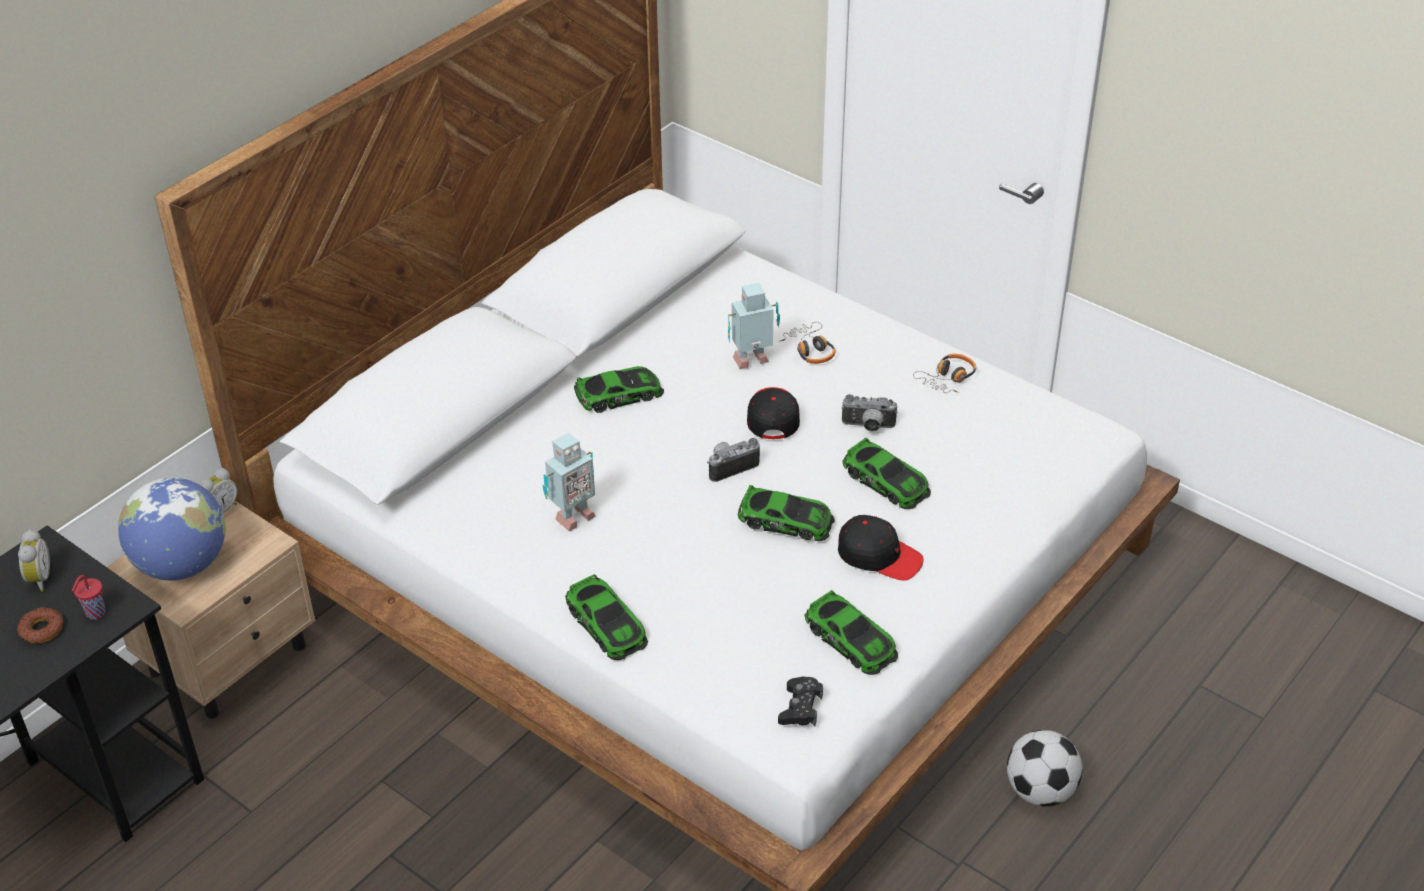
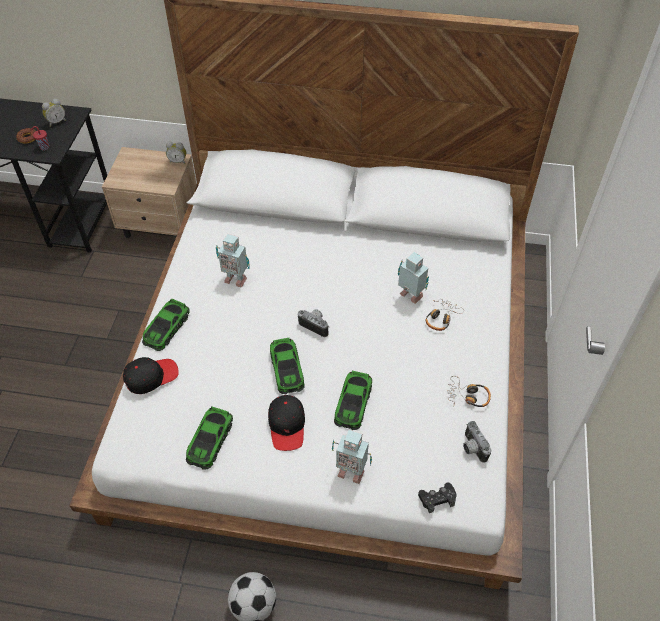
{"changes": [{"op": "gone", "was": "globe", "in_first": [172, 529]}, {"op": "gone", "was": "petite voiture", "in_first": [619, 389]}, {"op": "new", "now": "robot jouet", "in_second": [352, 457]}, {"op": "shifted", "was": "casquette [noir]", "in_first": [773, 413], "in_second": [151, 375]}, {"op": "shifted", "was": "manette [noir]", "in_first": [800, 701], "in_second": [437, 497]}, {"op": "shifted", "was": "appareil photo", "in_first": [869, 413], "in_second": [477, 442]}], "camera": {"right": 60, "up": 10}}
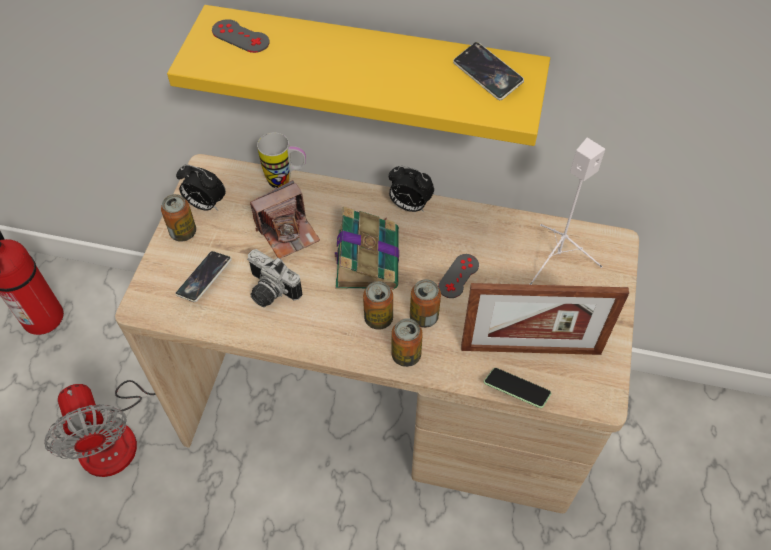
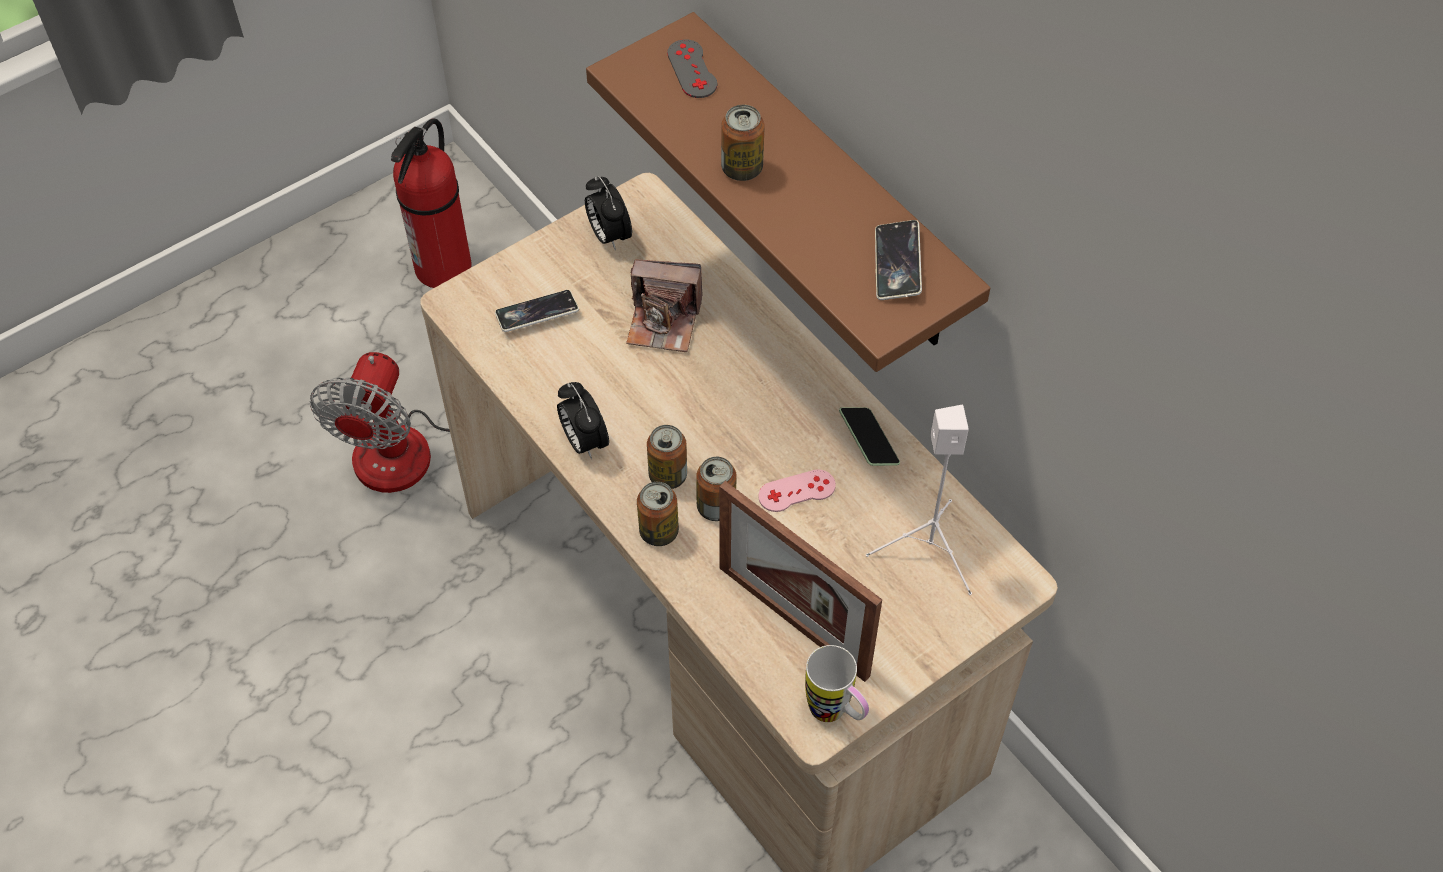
{"changes": [{"op": "gone", "was": "appareil photo", "in_first": [274, 278]}, {"op": "gone", "was": "livre", "in_first": [367, 248]}, {"op": "shifted", "was": "boîte métallique", "in_first": [178, 218], "in_second": [743, 143]}, {"op": "shifted", "was": "mug", "in_first": [281, 161], "in_second": [837, 683]}, {"op": "shifted", "was": "réveil", "in_first": [411, 189], "in_second": [583, 420]}, {"op": "shifted", "was": "téléphone", "in_first": [518, 388], "in_second": [869, 436]}, {"op": "repainted", "was": "étagère [jaune]", "now": "étagère [marron]", "in_first": [358, 75], "in_second": [788, 192]}, {"op": "repainted", "was": "manette [gris]", "now": "manette [rose]", "in_first": [458, 276], "in_second": [797, 490]}], "camera": {"right": 40, "up": 0}}
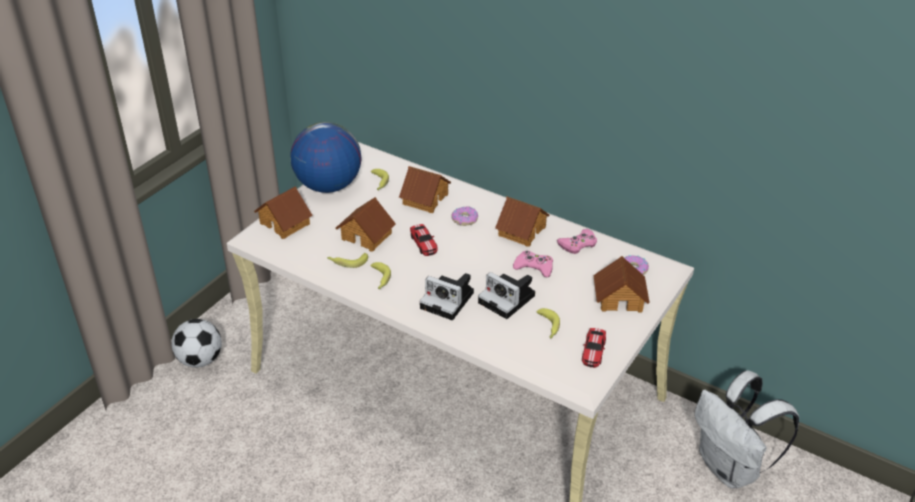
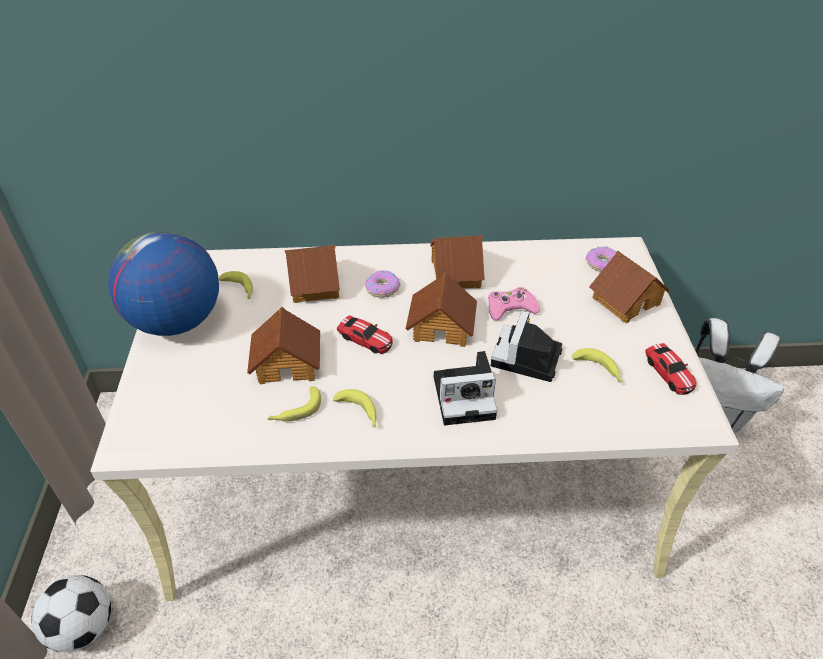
{"changes": [{"op": "gone", "was": "manette [rose]", "in_first": [577, 241]}, {"op": "shifted", "was": "maison miniature", "in_first": [283, 212], "in_second": [441, 310]}, {"op": "rotated", "was": "appareil photo", "in_first": [506, 295], "in_second": [526, 346], "clockwise": 105}], "camera": {"right": -35, "up": 5}}
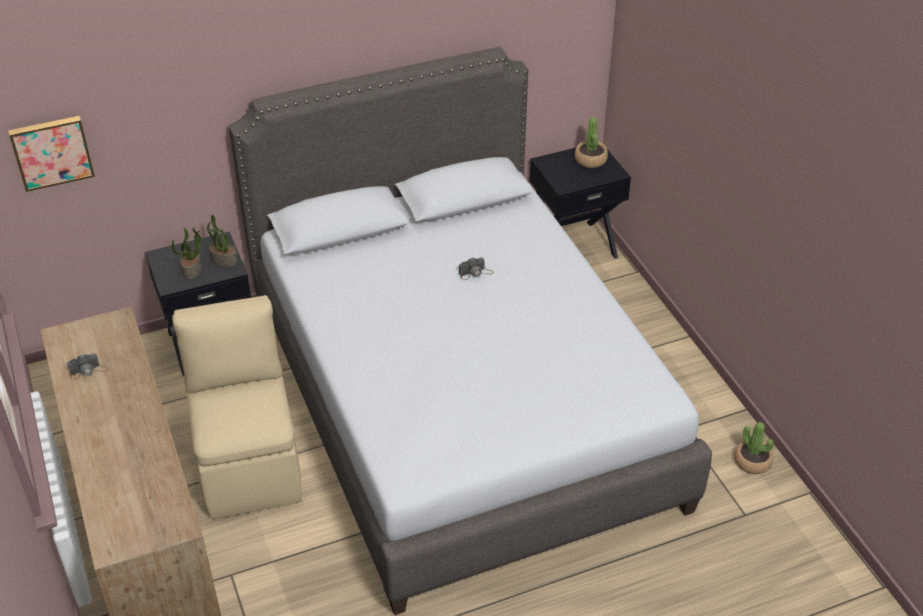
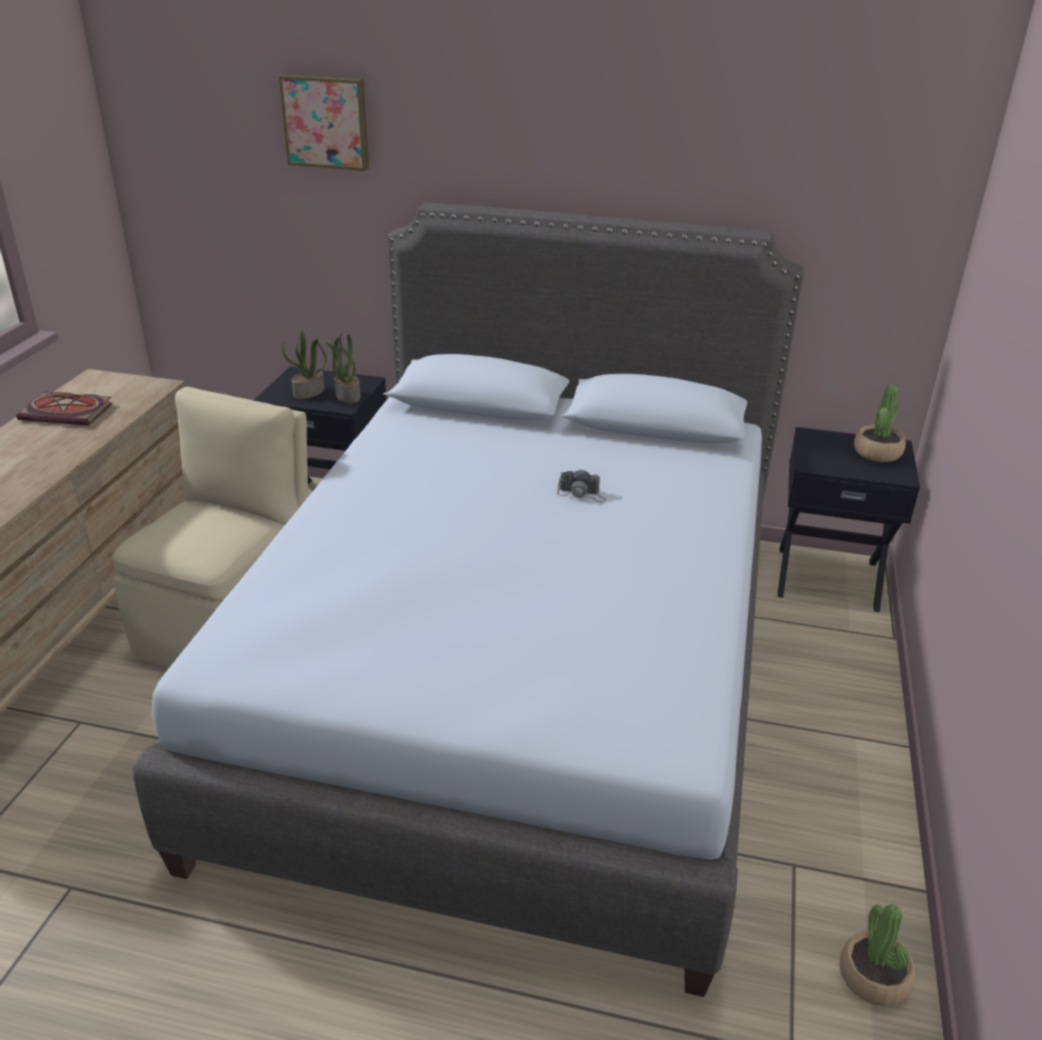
{"changes": [{"op": "shifted", "was": "tableau", "in_first": [51, 154], "in_second": [324, 122]}, {"op": "swapped", "was": "appareil photo", "now": "livre", "in_first": [88, 366], "in_second": [65, 409]}], "camera": {"right": 35, "up": -10}}
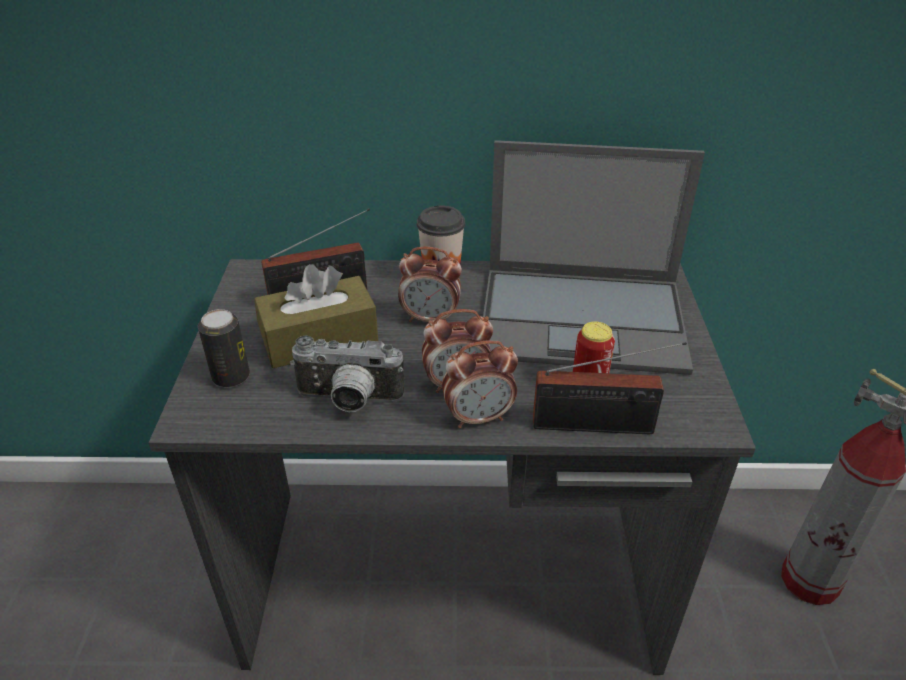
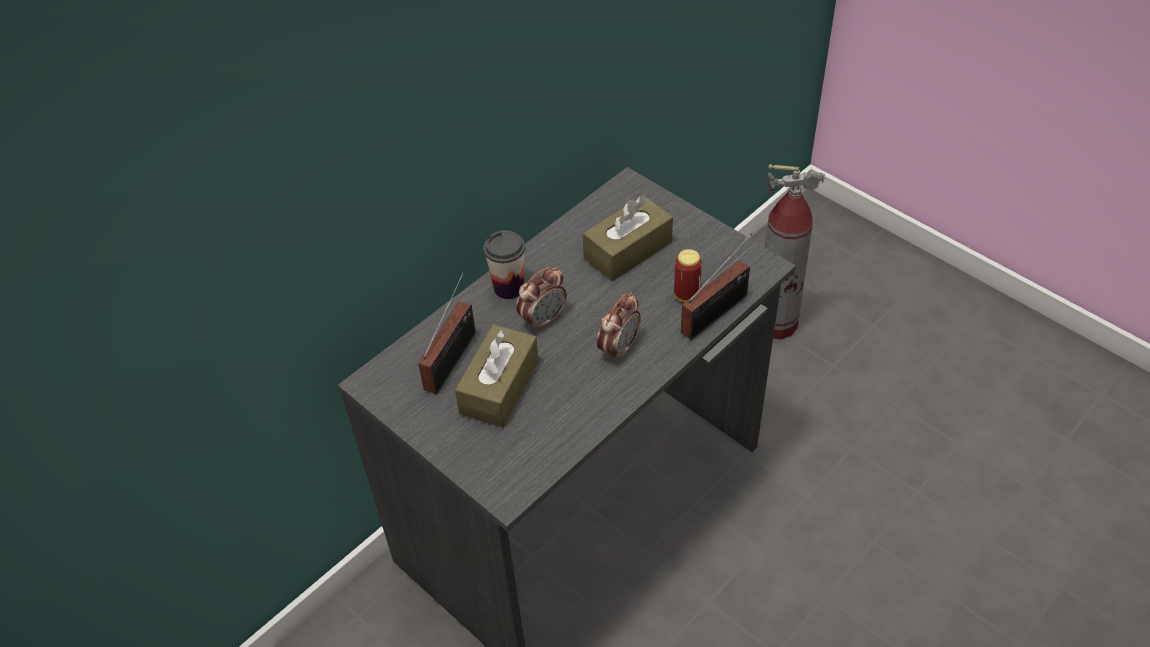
{"changes": [{"op": "gone", "was": "boîte métallique", "in_first": [224, 348]}, {"op": "gone", "was": "appareil photo", "in_first": [347, 374]}, {"op": "gone", "was": "réveil", "in_first": [480, 384]}, {"op": "swapped", "was": "ordinateur portable", "now": "boîte à mouchoirs [marron]", "in_first": [594, 257], "in_second": [628, 238]}], "camera": {"right": -45, "up": 10}}
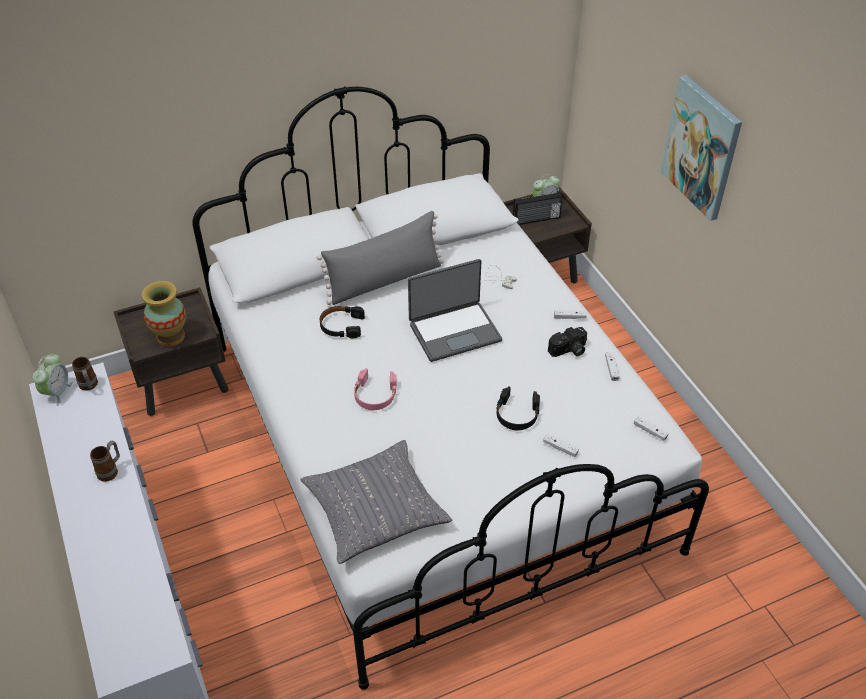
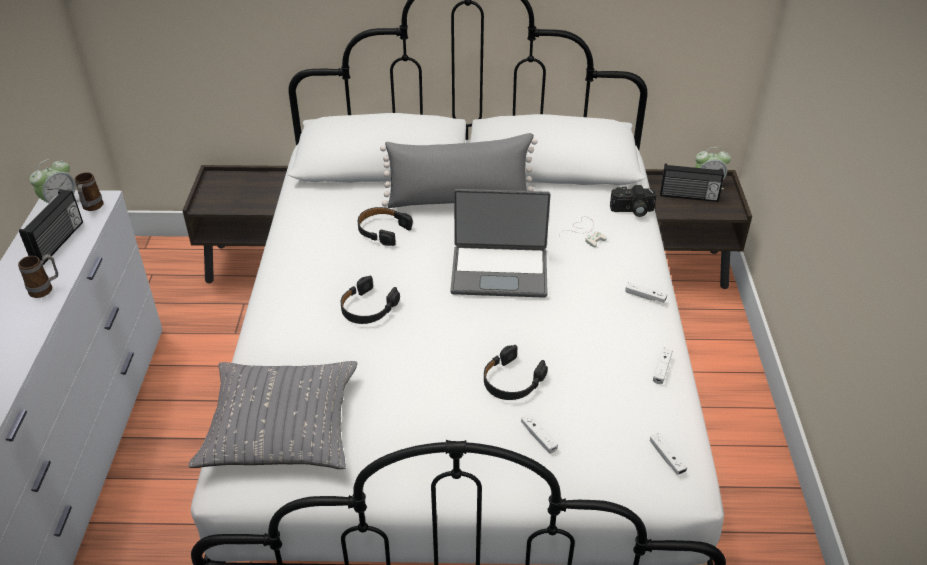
{"changes": [{"op": "gone", "was": "vase", "in_first": [164, 314]}, {"op": "gone", "was": "tableau", "in_first": [701, 148]}, {"op": "new", "now": "radio", "in_second": [51, 227]}, {"op": "shifted", "was": "appareil photo", "in_first": [567, 342], "in_second": [633, 201]}, {"op": "repainted", "was": "casque audio [rose]", "now": "casque audio [noir]", "in_first": [375, 389], "in_second": [370, 300]}], "camera": {"right": 25, "up": -5}}
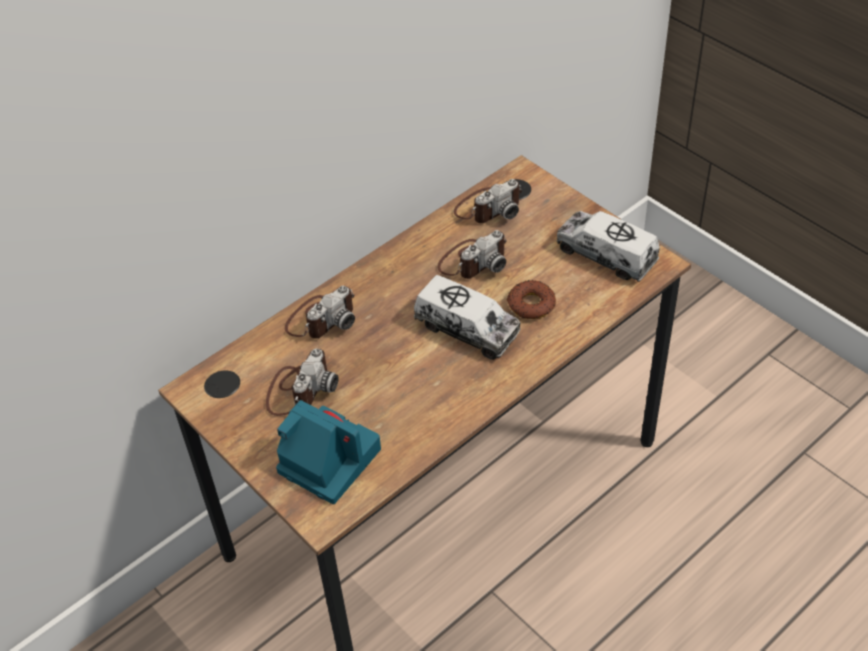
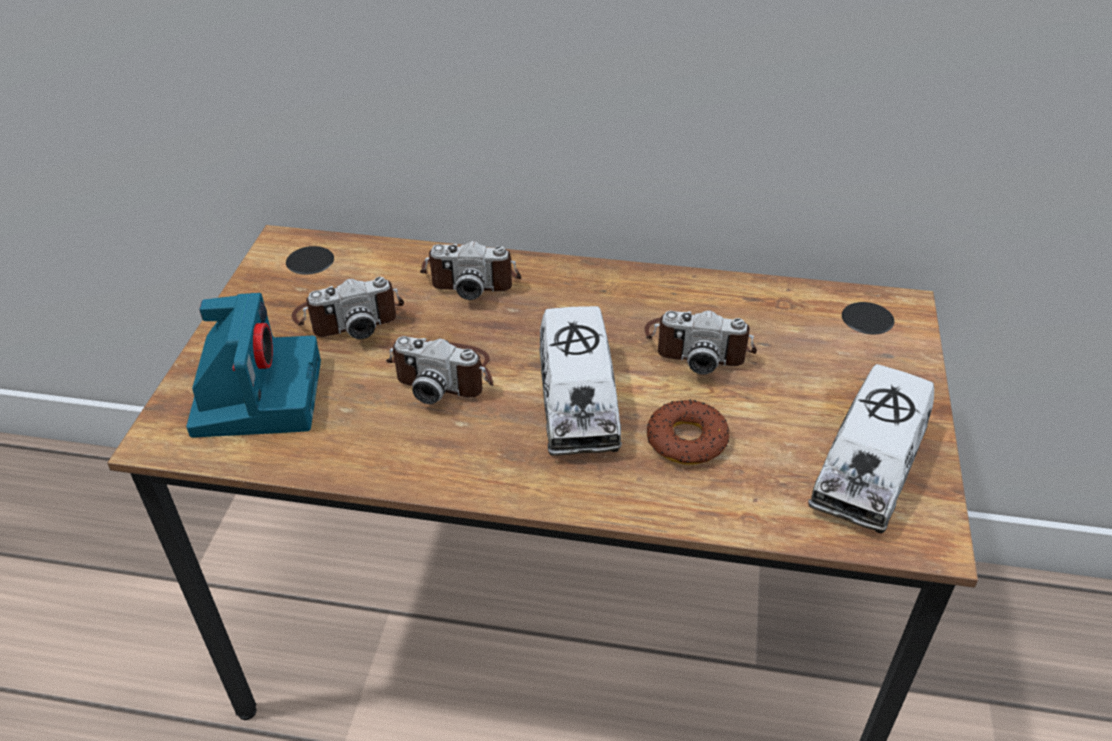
{"changes": [{"op": "shifted", "was": "appareil photo", "in_first": [488, 201], "in_second": [439, 370]}, {"op": "rotated", "was": "camion jouet", "in_first": [608, 246], "in_second": [871, 448], "clockwise": -150}], "camera": {"right": 50, "up": -5}}
